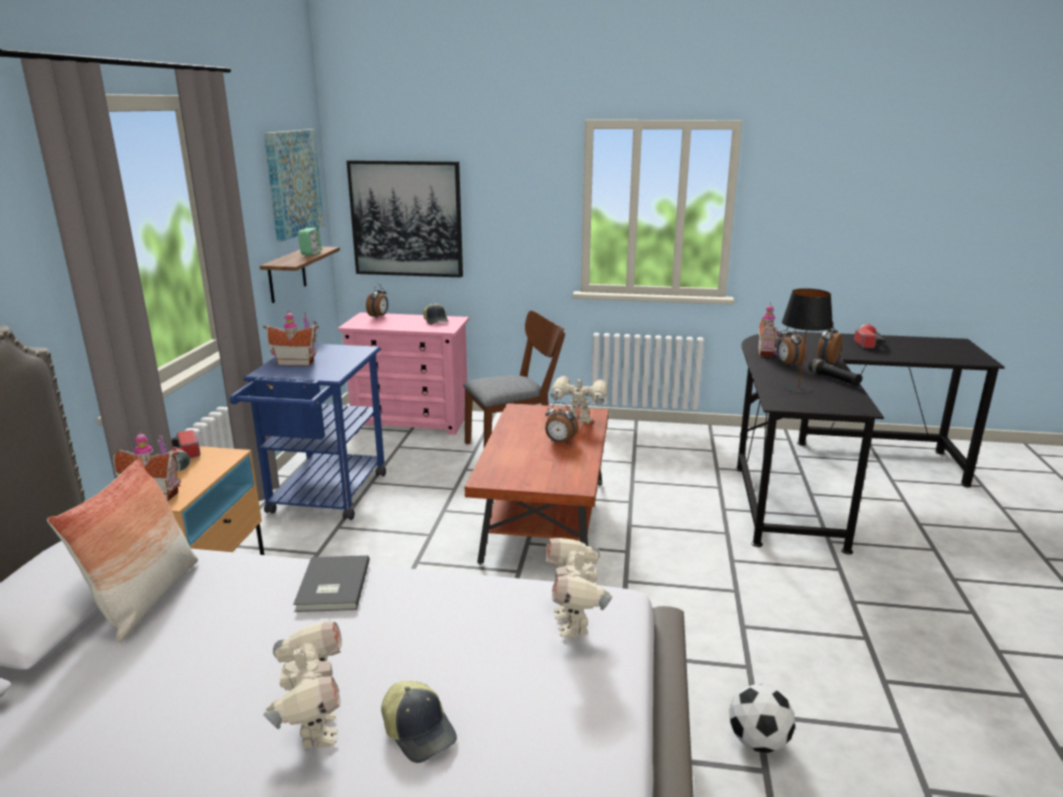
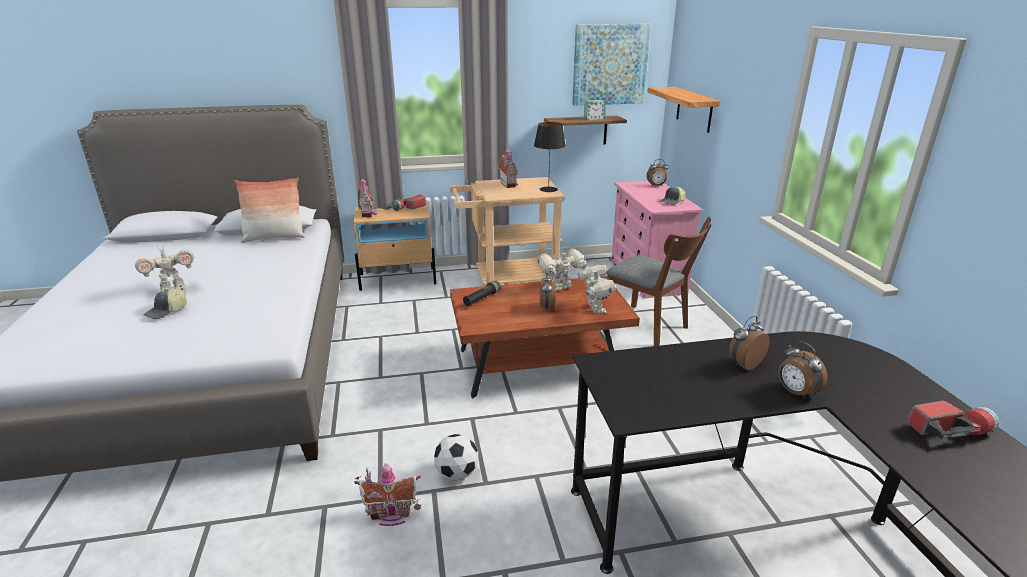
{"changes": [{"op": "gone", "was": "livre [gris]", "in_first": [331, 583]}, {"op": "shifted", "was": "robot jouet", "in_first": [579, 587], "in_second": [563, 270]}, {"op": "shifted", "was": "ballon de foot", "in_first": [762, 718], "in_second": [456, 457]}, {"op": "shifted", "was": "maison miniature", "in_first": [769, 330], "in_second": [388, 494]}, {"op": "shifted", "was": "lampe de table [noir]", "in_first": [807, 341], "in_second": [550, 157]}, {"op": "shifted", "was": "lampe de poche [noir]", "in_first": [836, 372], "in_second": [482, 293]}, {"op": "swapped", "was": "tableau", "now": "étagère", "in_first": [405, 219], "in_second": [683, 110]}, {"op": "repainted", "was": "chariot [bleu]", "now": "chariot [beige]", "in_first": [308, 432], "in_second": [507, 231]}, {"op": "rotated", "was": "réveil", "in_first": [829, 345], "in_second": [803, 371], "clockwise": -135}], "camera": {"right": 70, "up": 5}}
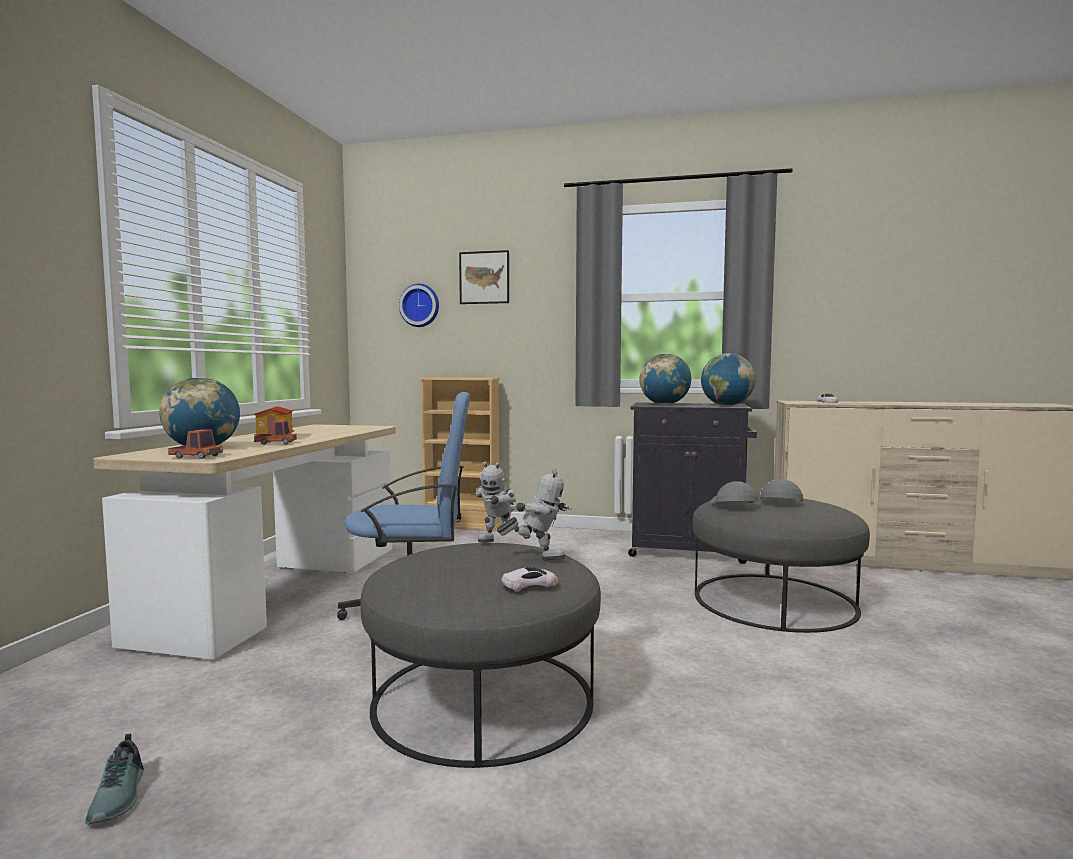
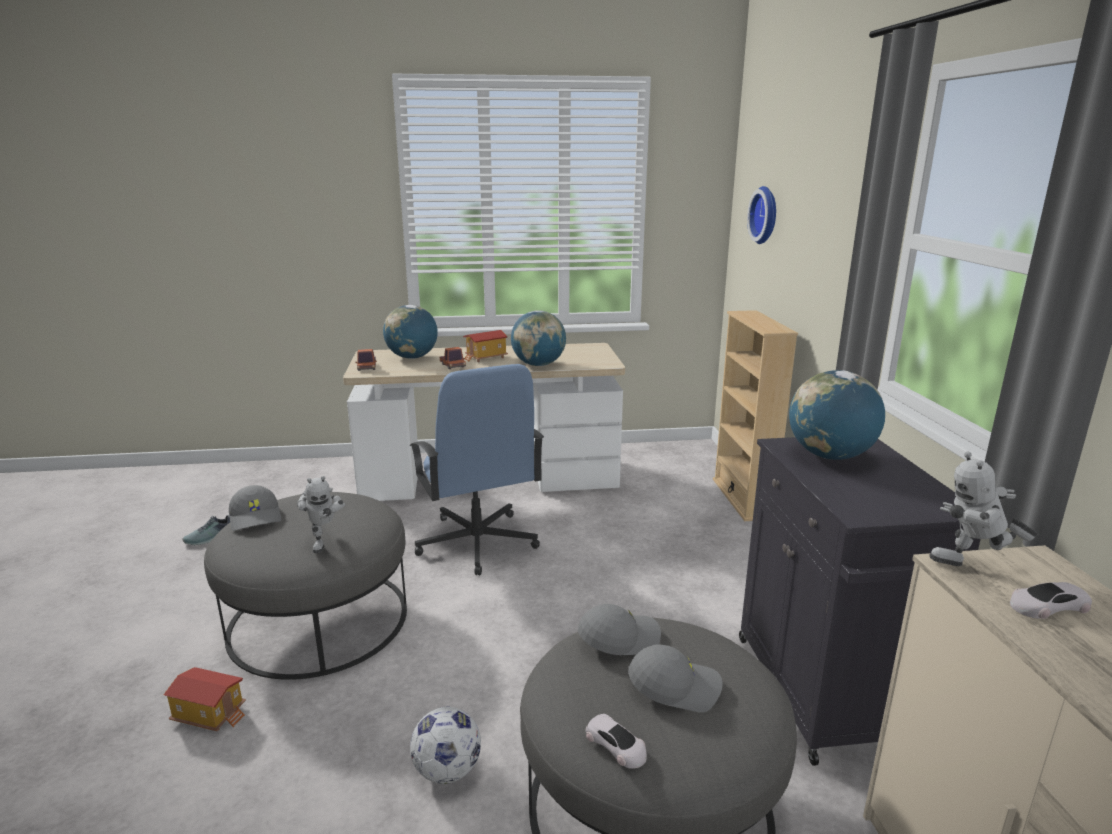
{"changes": [{"op": "gone", "was": "tableau", "in_first": [484, 277]}, {"op": "new", "now": "maison miniature", "in_second": [205, 699]}, {"op": "new", "now": "casquette [gris]", "in_second": [255, 508]}, {"op": "new", "now": "ballon de foot", "in_second": [445, 745]}, {"op": "shifted", "was": "robot jouet", "in_first": [496, 502], "in_second": [983, 509]}, {"op": "shifted", "was": "petite voiture [blanc]", "in_first": [530, 579], "in_second": [616, 741]}, {"op": "shifted", "was": "globe", "in_first": [728, 379], "in_second": [538, 338]}], "camera": {"right": 70, "up": 15}}
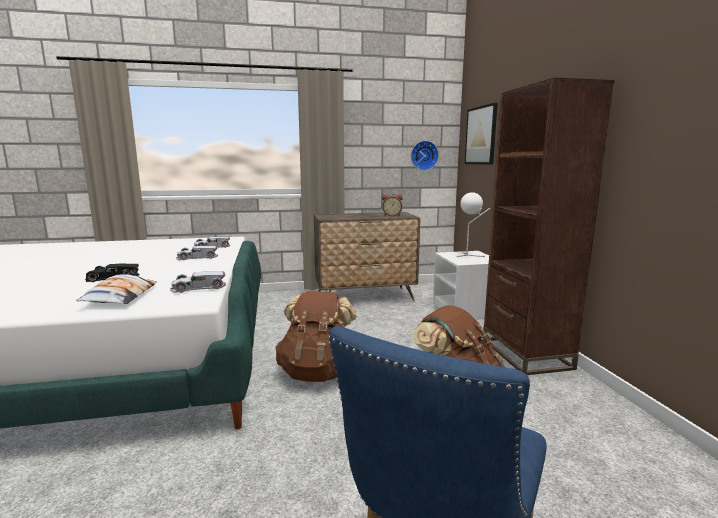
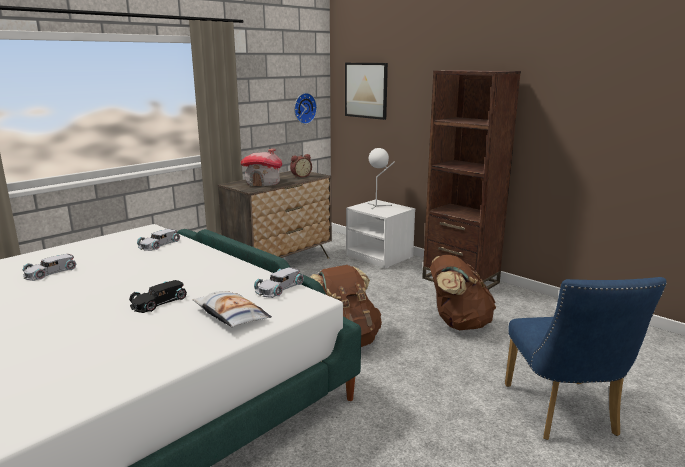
{"changes": [{"op": "new", "now": "maison miniature", "in_second": [261, 168]}, {"op": "shifted", "was": "petite voiture [blanc]", "in_first": [197, 253], "in_second": [49, 267]}], "camera": {"right": -35, "up": 5}}
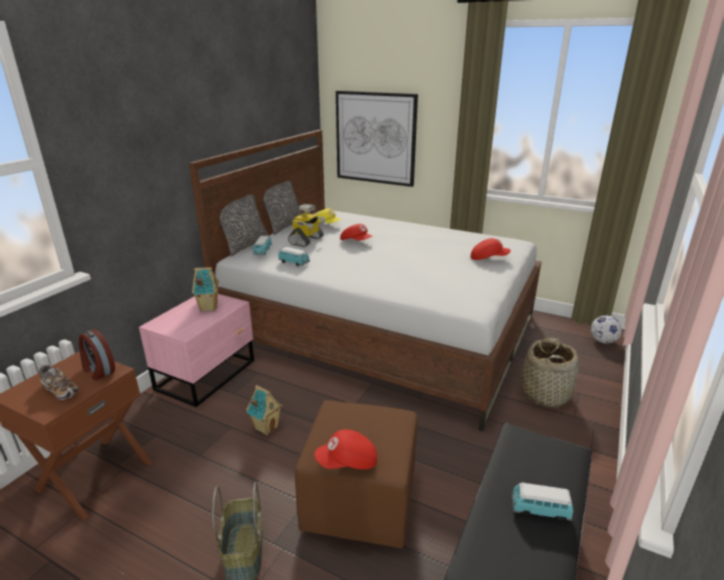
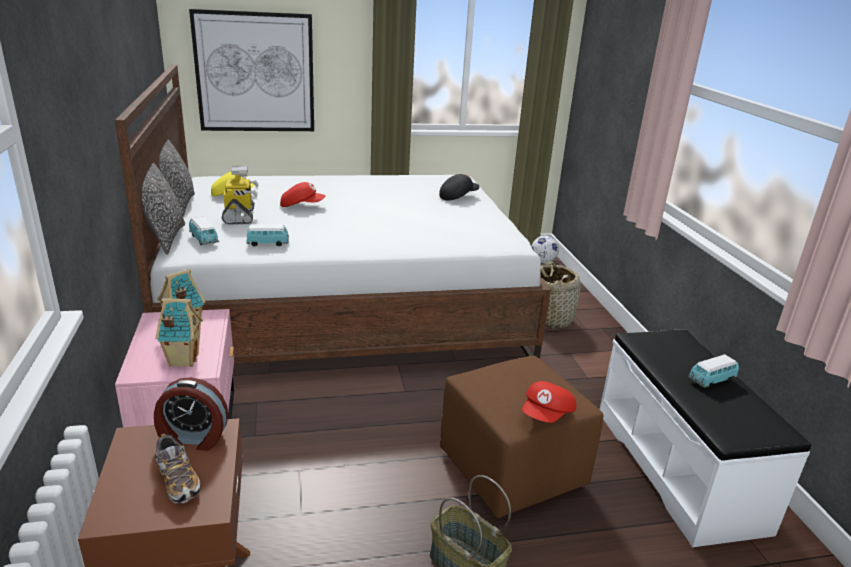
{"changes": [{"op": "shifted", "was": "maison miniature", "in_first": [264, 410], "in_second": [179, 332]}, {"op": "repainted", "was": "casquette [rouge]", "now": "casquette [noir]", "in_first": [490, 249], "in_second": [459, 187]}, {"op": "rotated", "was": "chaussure", "in_first": [58, 382], "in_second": [178, 468], "clockwise": 60}], "camera": {"right": -40, "up": 0}}
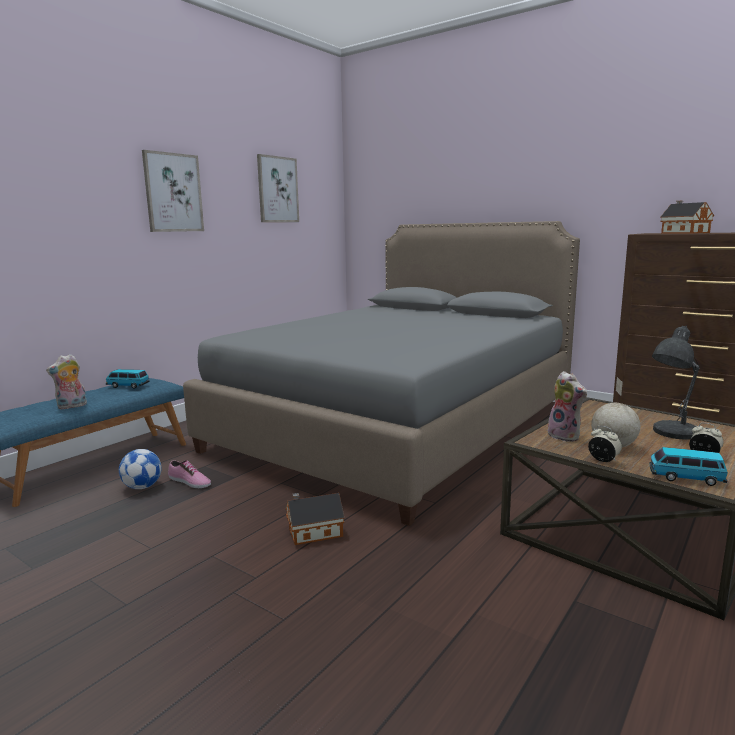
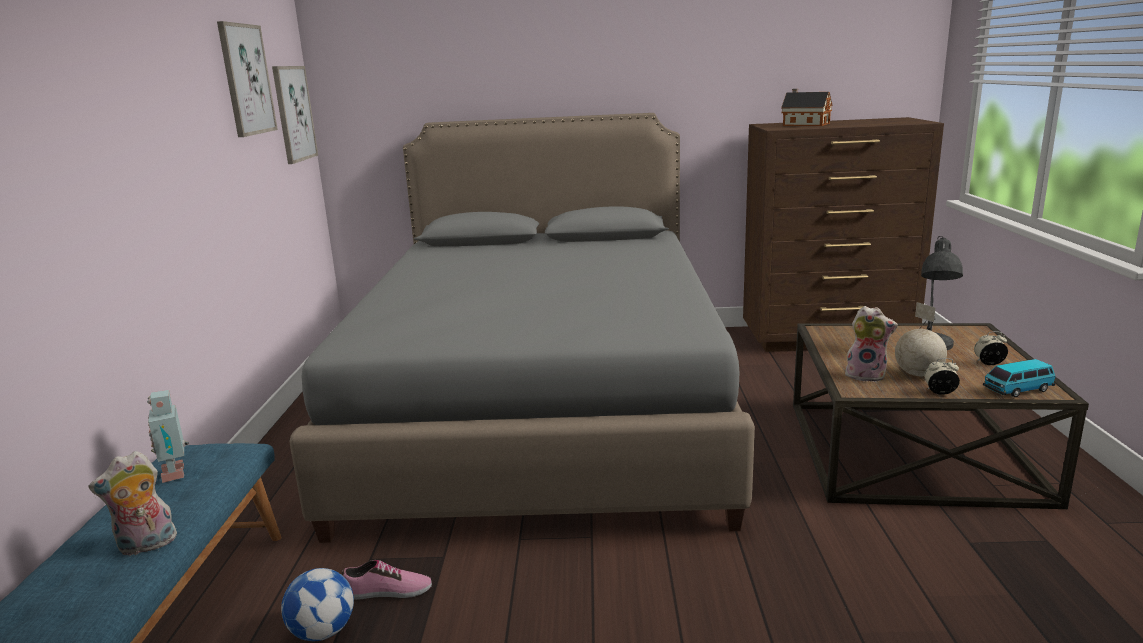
{"changes": [{"op": "gone", "was": "maison miniature", "in_first": [315, 519]}, {"op": "shifted", "was": "tableau", "in_first": [173, 191], "in_second": [295, 115]}, {"op": "swapped", "was": "petite voiture", "now": "robot jouet", "in_first": [128, 379], "in_second": [168, 436]}, {"op": "rotated", "was": "peluche", "in_first": [66, 381], "in_second": [132, 503], "clockwise": 45}], "camera": {"right": -35, "up": 5}}
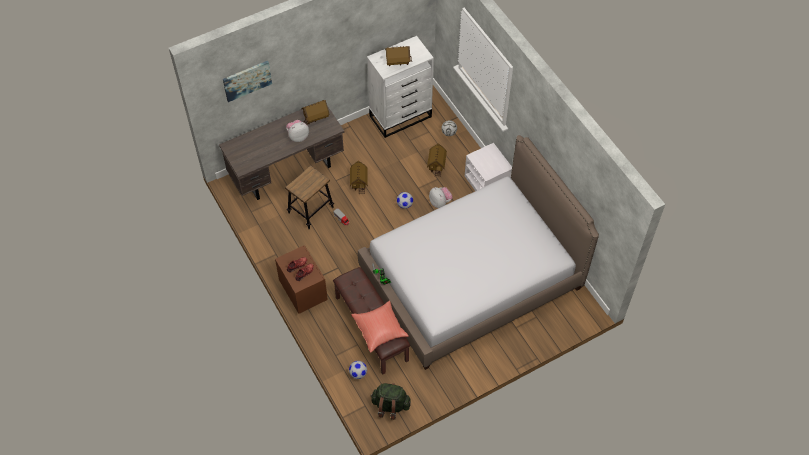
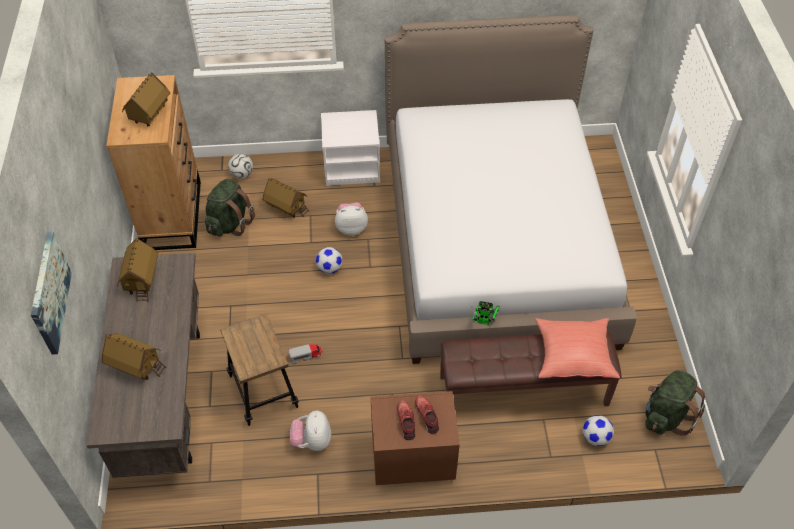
{"changes": [{"op": "new", "now": "sac à dos [vert]", "in_second": [230, 208]}, {"op": "shifted", "was": "peluche", "in_first": [297, 131], "in_second": [310, 430]}, {"op": "shifted", "was": "maison miniature", "in_first": [359, 177], "in_second": [134, 356]}, {"op": "repainted", "was": "commode [blanc]", "now": "commode [marron]", "in_first": [400, 87], "in_second": [153, 162]}], "camera": {"right": -65, "up": -5}}
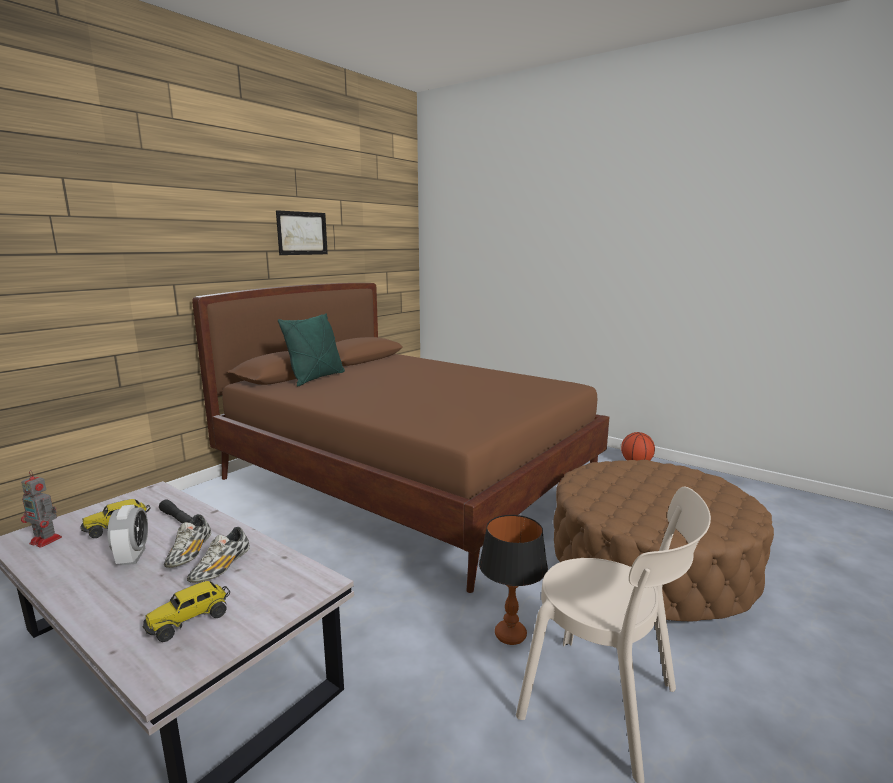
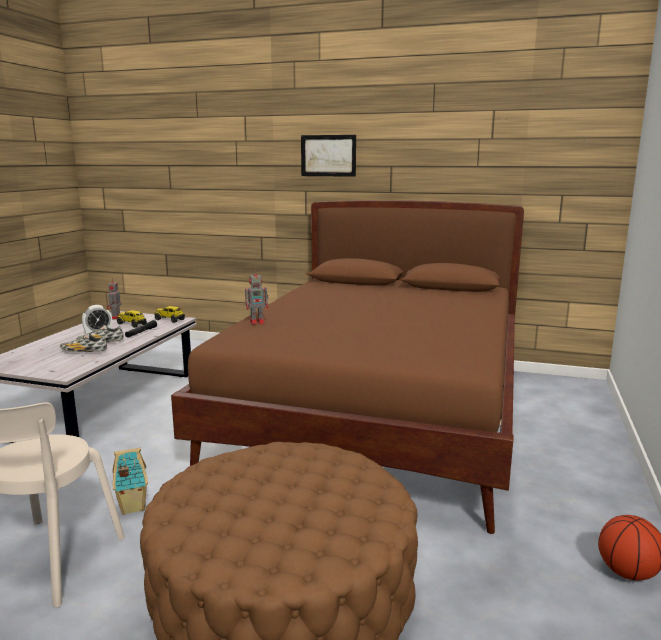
{"changes": [{"op": "gone", "was": "coussin [vert]", "in_first": [311, 349]}, {"op": "new", "now": "robot jouet", "in_second": [256, 297]}, {"op": "shifted", "was": "camion jouet", "in_first": [186, 611], "in_second": [169, 314]}, {"op": "shifted", "was": "tableau", "in_first": [302, 232], "in_second": [328, 156]}, {"op": "swapped", "was": "lampe de table", "now": "maison miniature", "in_first": [513, 580], "in_second": [130, 481]}], "camera": {"right": 70, "up": 0}}
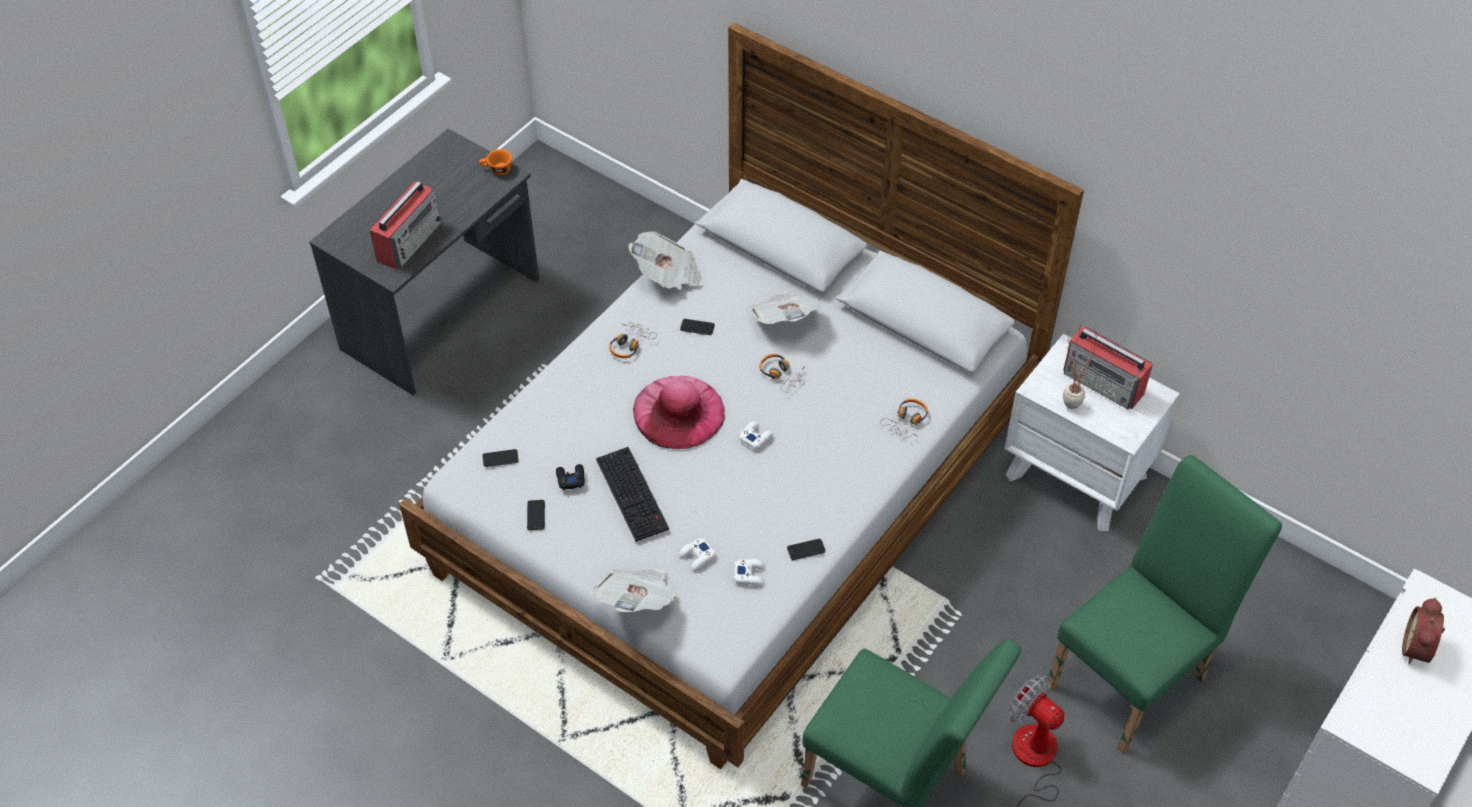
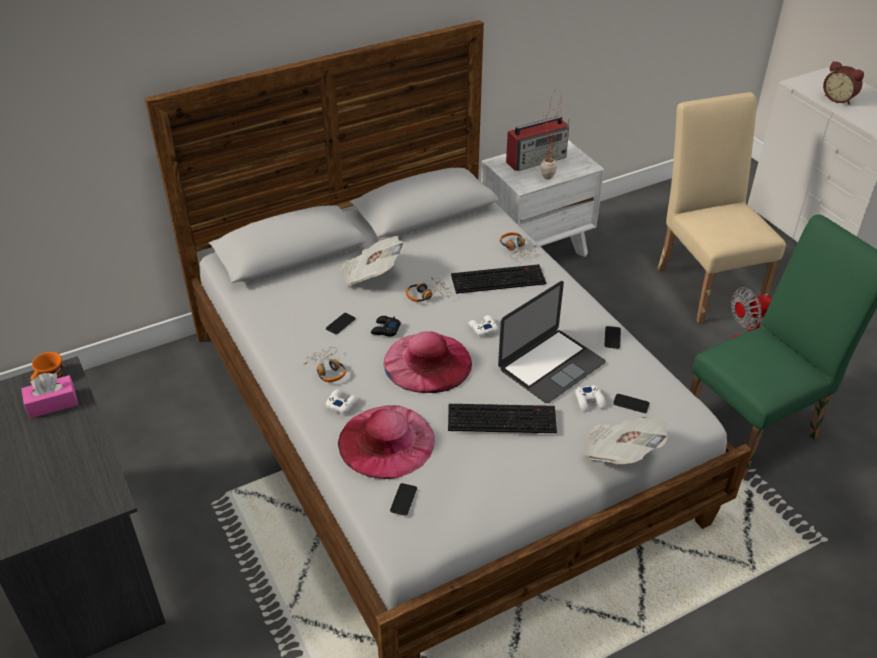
{"changes": [{"op": "gone", "was": "radio", "in_first": [405, 225]}, {"op": "gone", "was": "journal", "in_first": [666, 260]}, {"op": "new", "now": "boîte à mouchoirs [rose]", "in_second": [49, 395]}, {"op": "new", "now": "chapeau [rose]", "in_second": [386, 442]}, {"op": "new", "now": "clavier", "in_second": [498, 279]}, {"op": "new", "now": "ordinateur portable", "in_second": [551, 342]}, {"op": "shifted", "was": "téléphone", "in_first": [536, 515], "in_second": [631, 403]}, {"op": "shifted", "was": "manette [noir]", "in_first": [570, 477], "in_second": [386, 326]}, {"op": "shifted", "was": "manette [blanc]", "in_first": [749, 572], "in_second": [342, 401]}, {"op": "repainted", "was": "chaise [vert]", "now": "chaise [beige]", "in_first": [1164, 604], "in_second": [721, 208]}], "camera": {"right": -65, "up": -10}}
